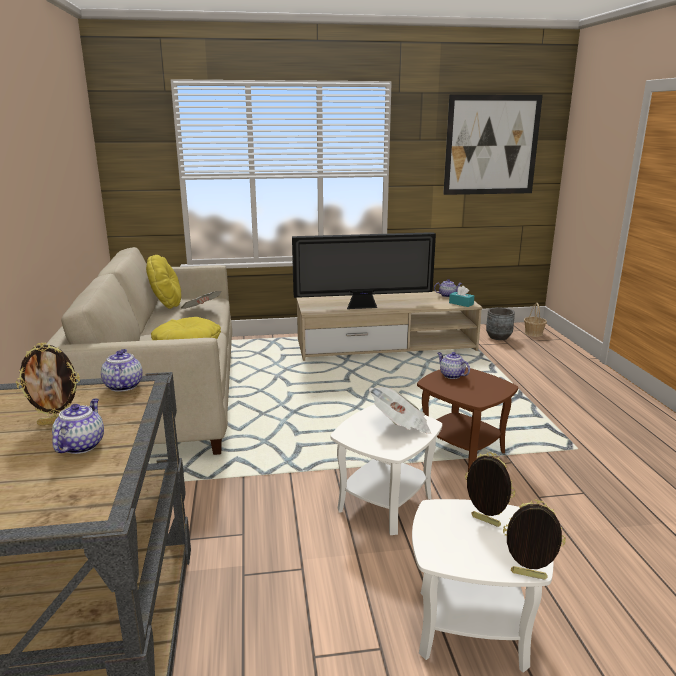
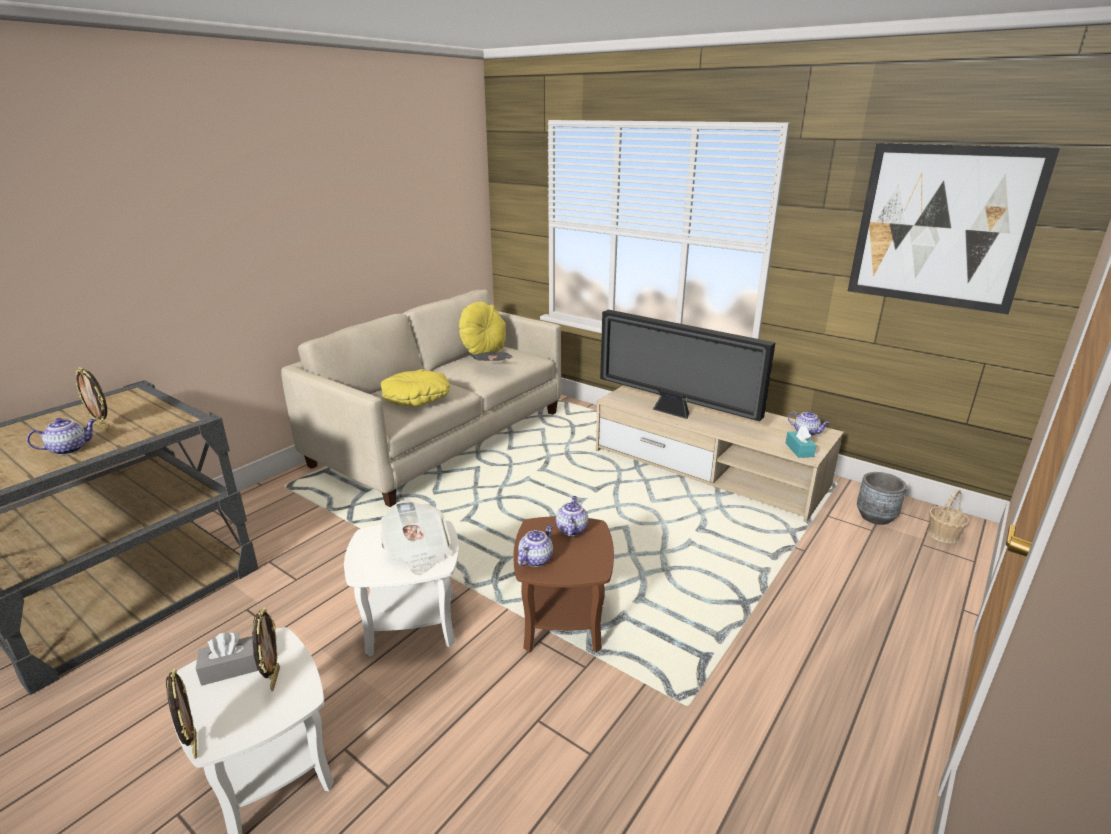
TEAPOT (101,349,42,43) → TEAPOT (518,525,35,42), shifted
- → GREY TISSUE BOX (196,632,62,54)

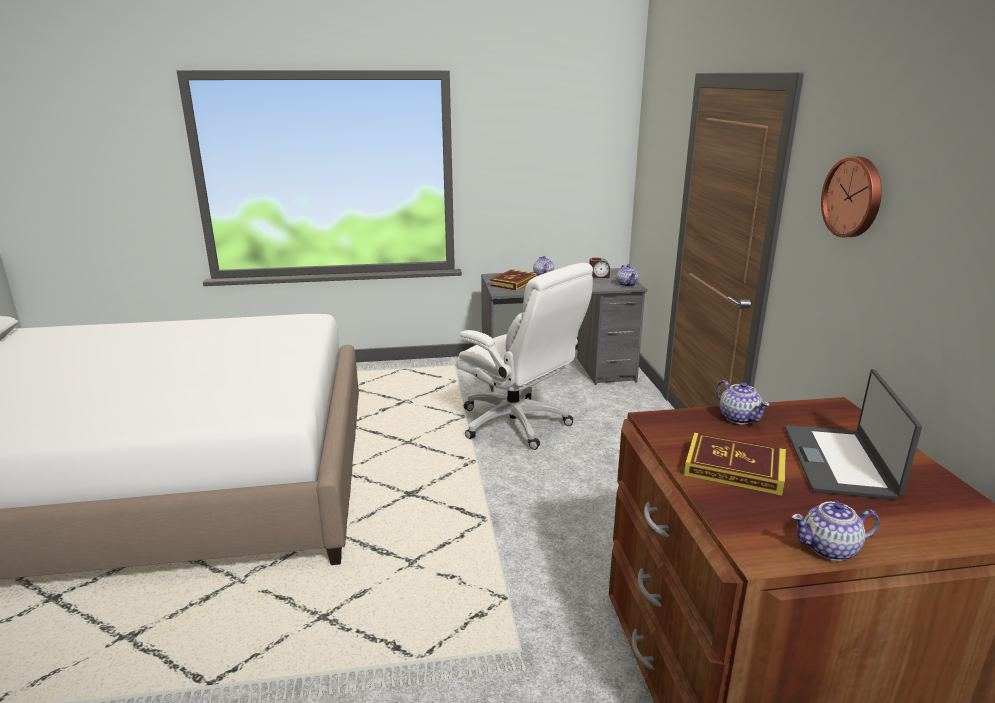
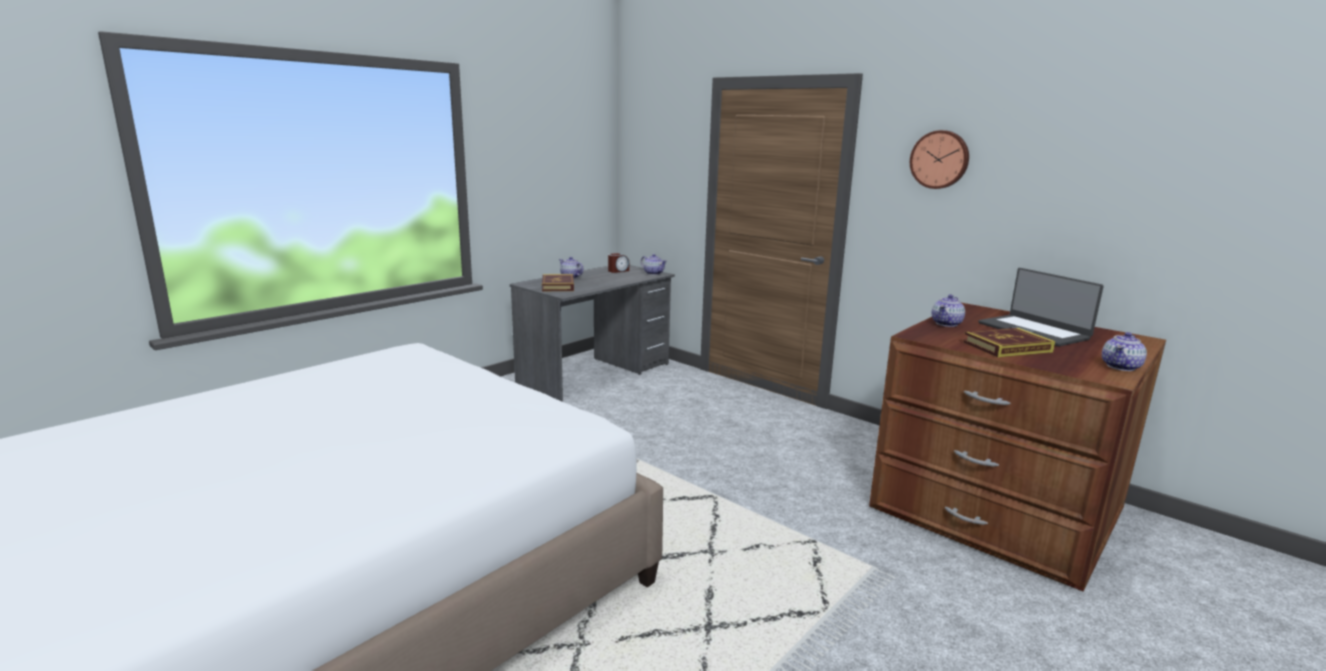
WHITE OFFICE CHAIR (456,263,137,187) → -
TEAPOT (716,380,54,45) → TEAPOT (932,294,33,33), 105 degrees clockwise

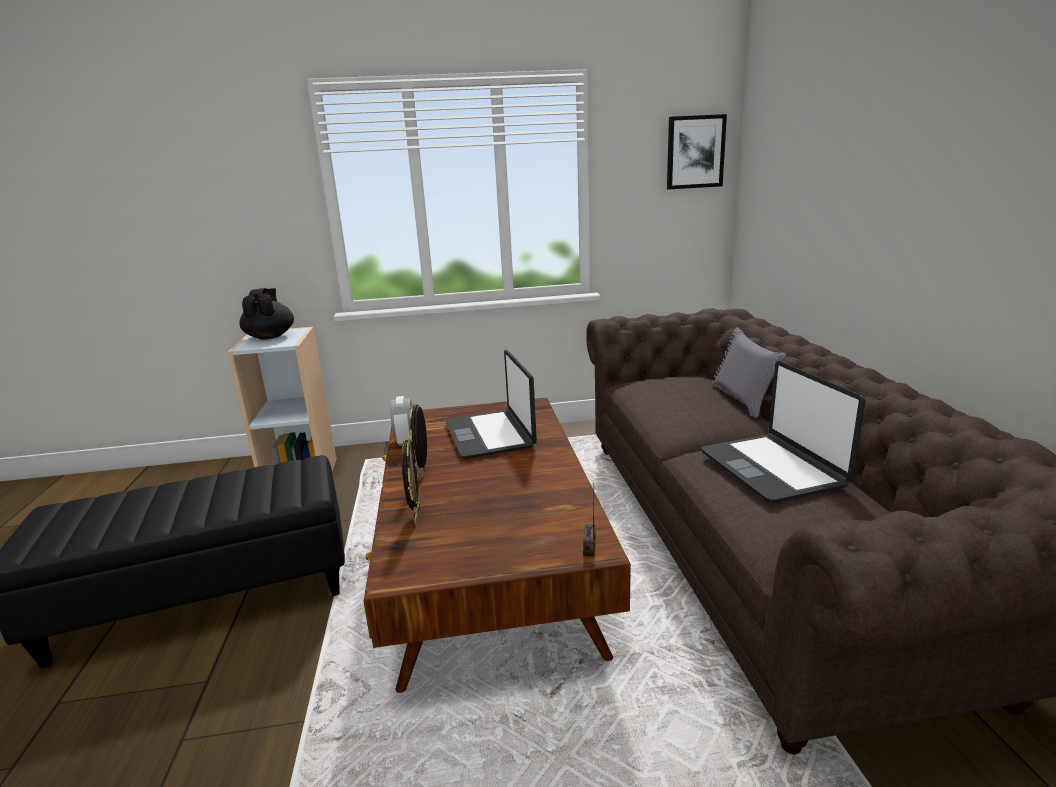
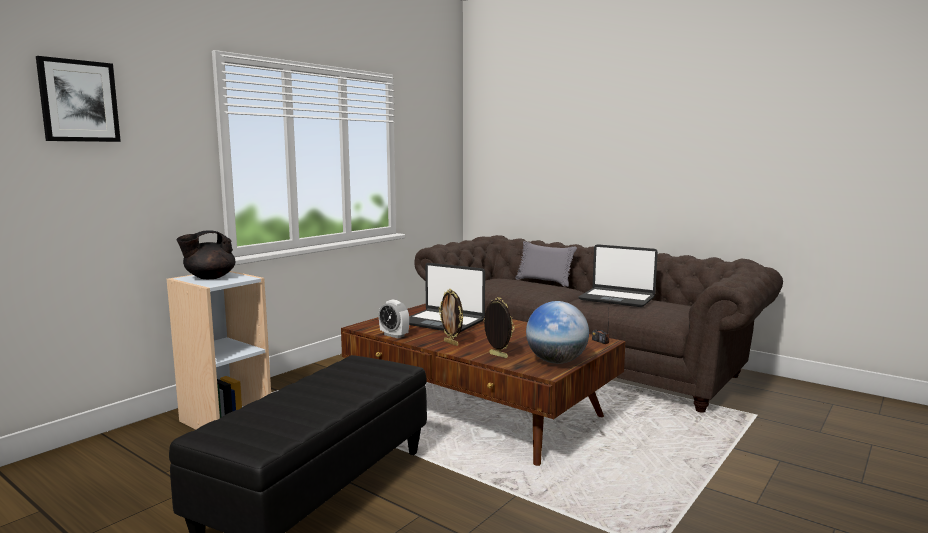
PICTURE (667,114,60,75) → PICTURE (36,56,85,86), shifted
BLACK TEAPOT (240,288,54,52) → BLACK TEAPOT (177,230,58,49), 75 degrees counterclockwise
- → GLOBE (526,301,63,63)

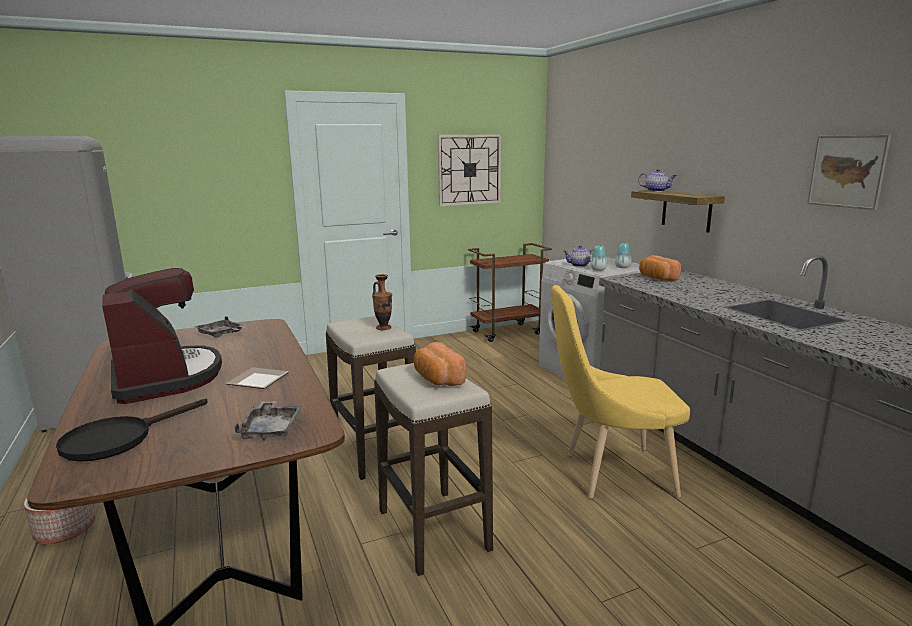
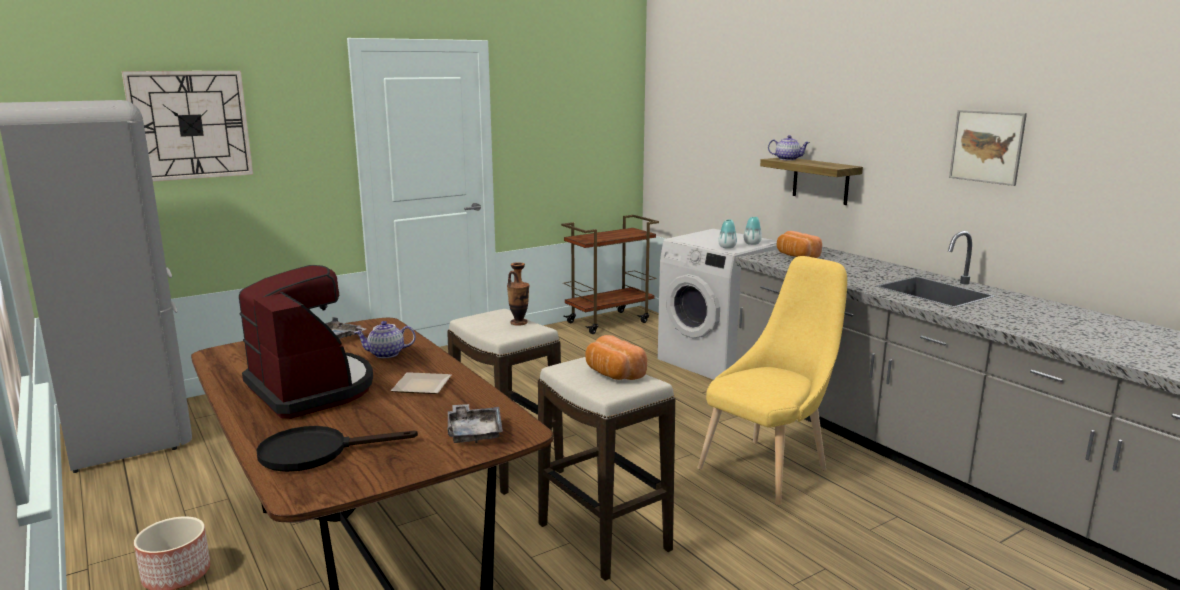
WALL CLOCK (438,135,63,71) → WALL CLOCK (122,71,131,111), shifted
TEAPOT (563,245,31,22) → TEAPOT (354,321,62,37), shifted
YELLOW CHAIR (551,285,139,213) → YELLOW CHAIR (697,256,150,249), 150 degrees clockwise
BLACK FRYING PAN (56,399,151,63) → BLACK FRYING PAN (256,426,162,46), 45 degrees clockwise

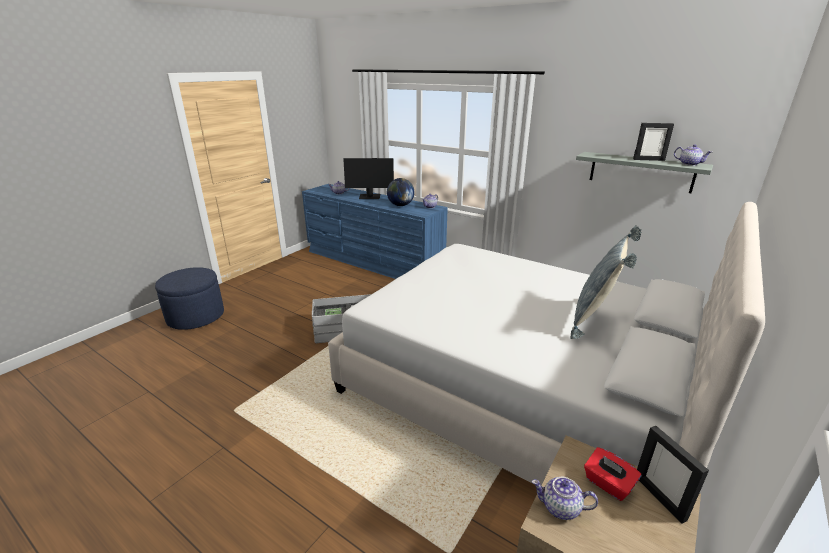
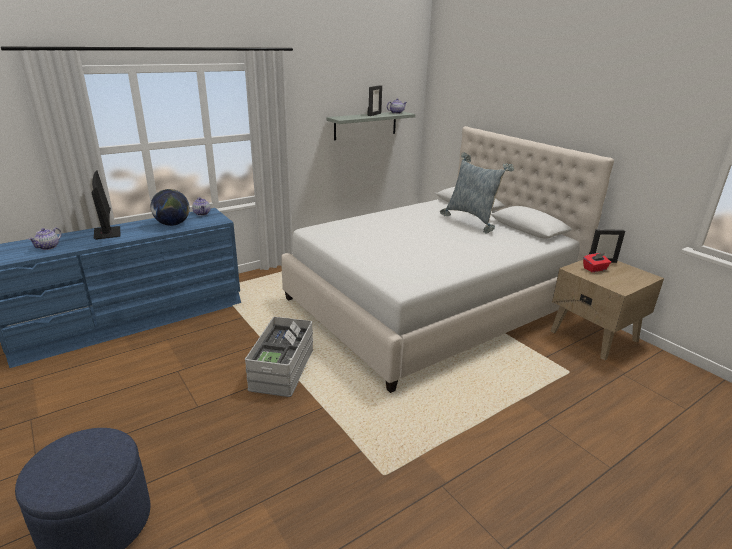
MONITOR (343,158,51,41) → MONITOR (92,170,29,70), 45 degrees counterclockwise
TEAPOT (532,477,66,43) → -

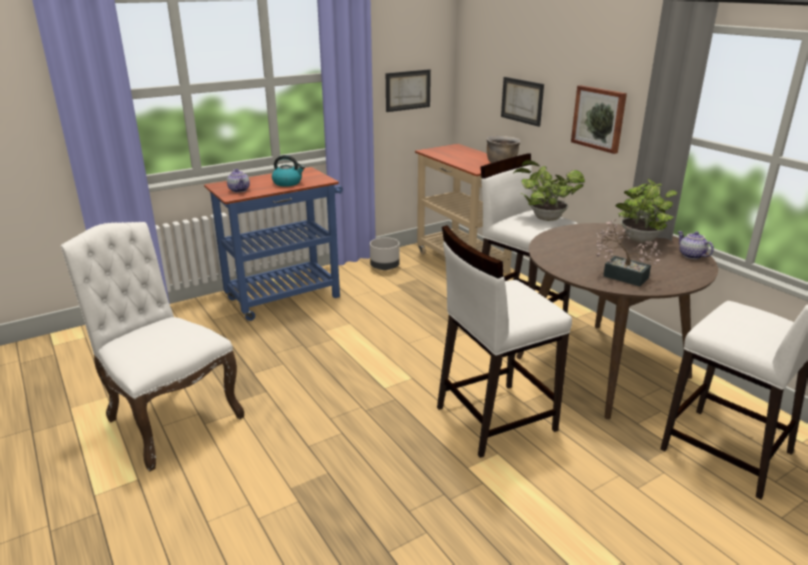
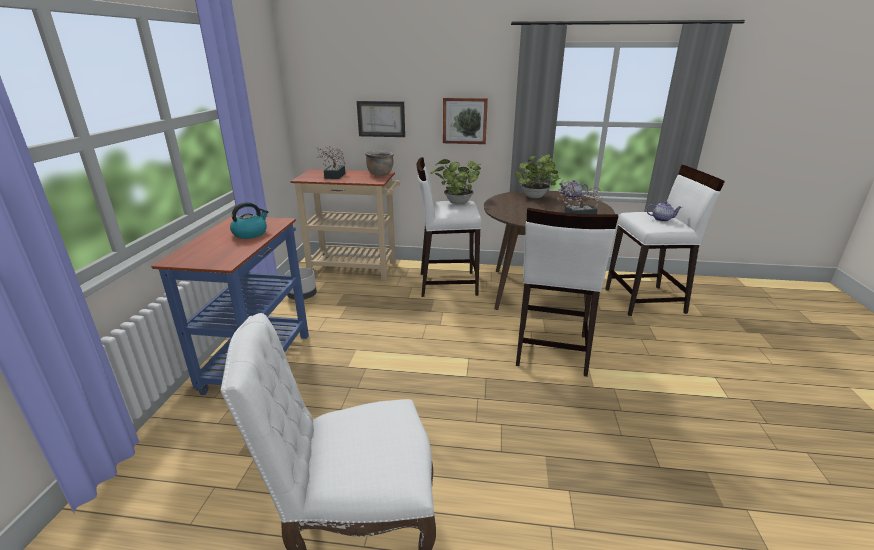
PICTURE (386,69,45,43) → -
TEAPOT (227,169,23,24) → TEAPOT (647,201,35,21), shifted
- → POTTED PLANT (317,146,29,33)

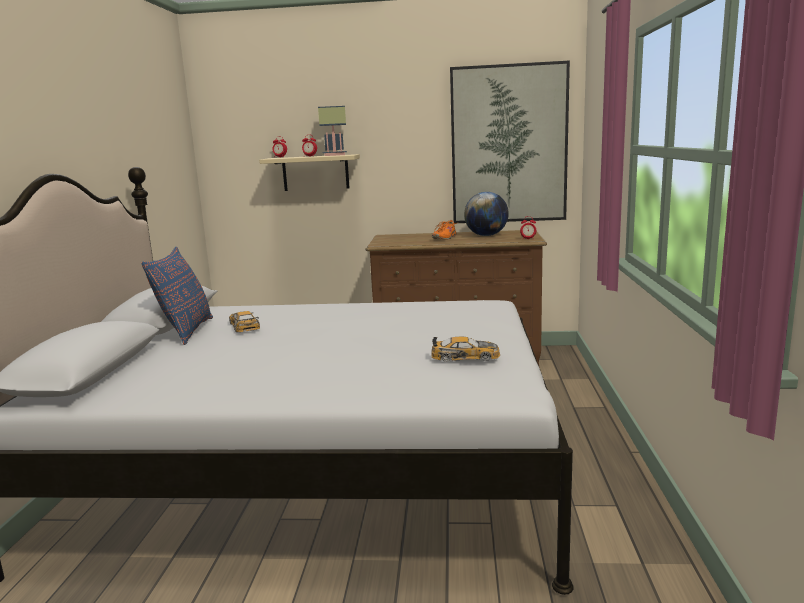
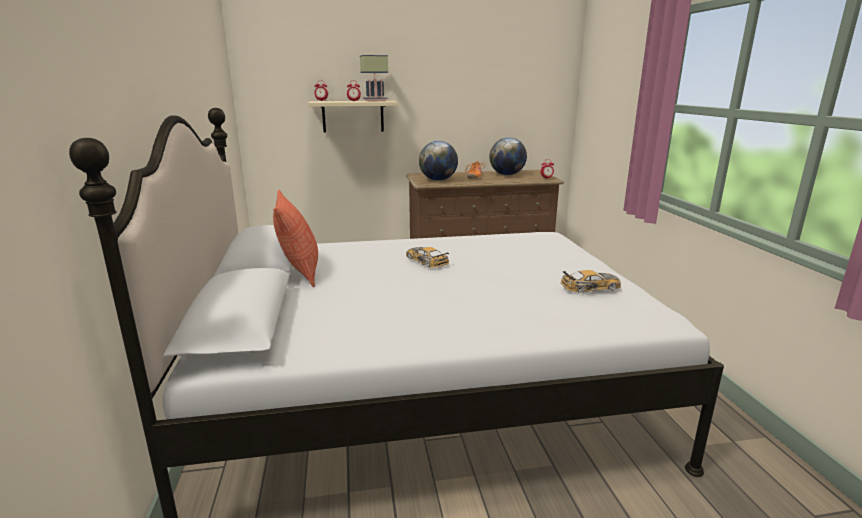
PICTURE (450,60,120,163) → -
BLUE PILLOW (141,247,72,98) → ORANGE PILLOW (273,190,45,97)
TOY CAR (229,311,31,21) → TOY CAR (406,247,43,21), shifted
- → GLOBE (419,141,39,40)

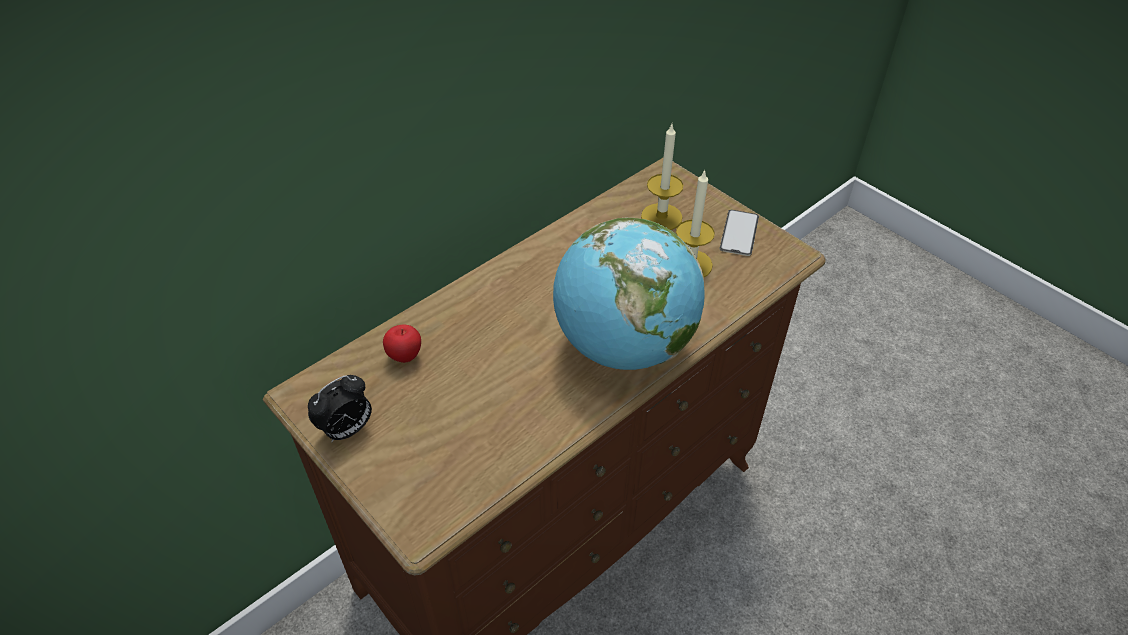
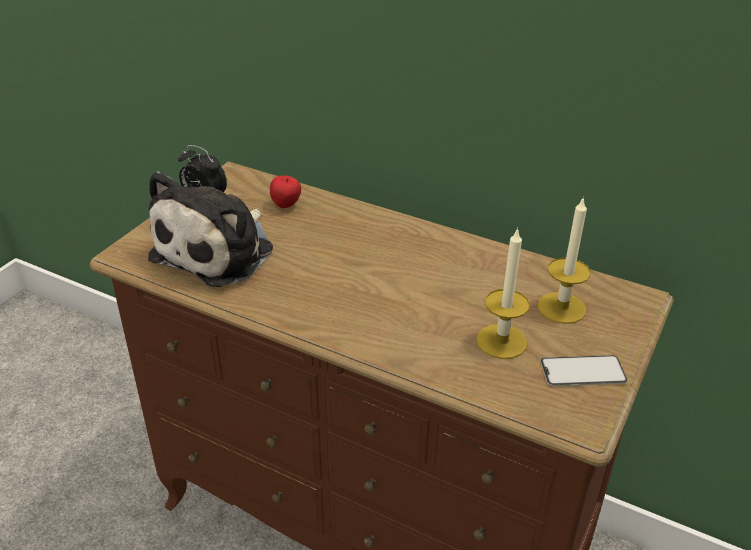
GLOBE (553,217,152,153) → -
- → PLUSH TOY (148,171,125,116)

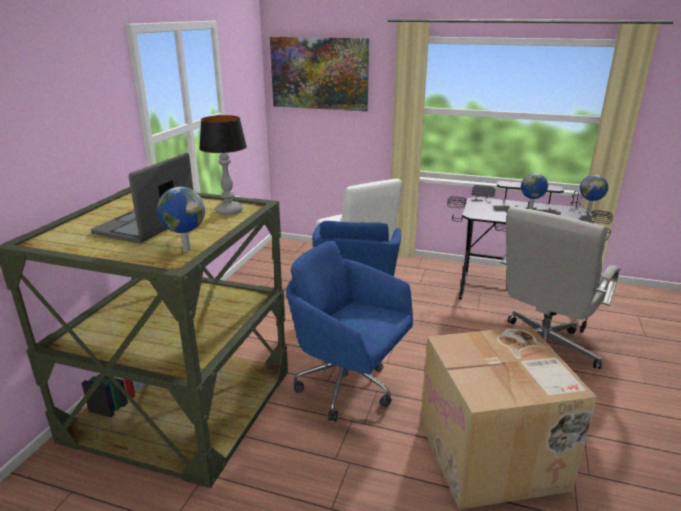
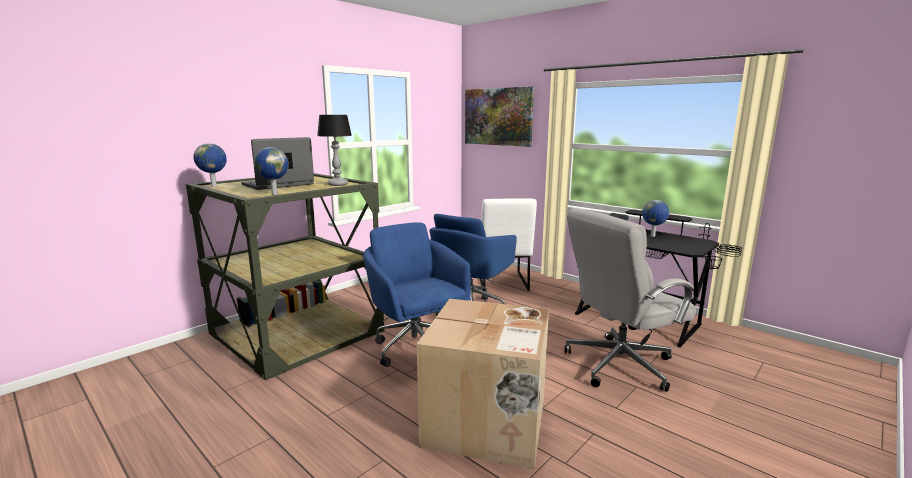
GLOBE (580,175,28,37) → GLOBE (194,143,33,44), shifted

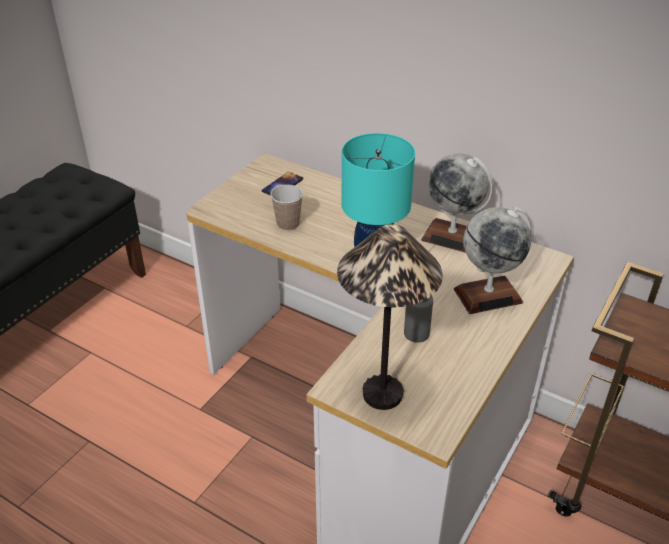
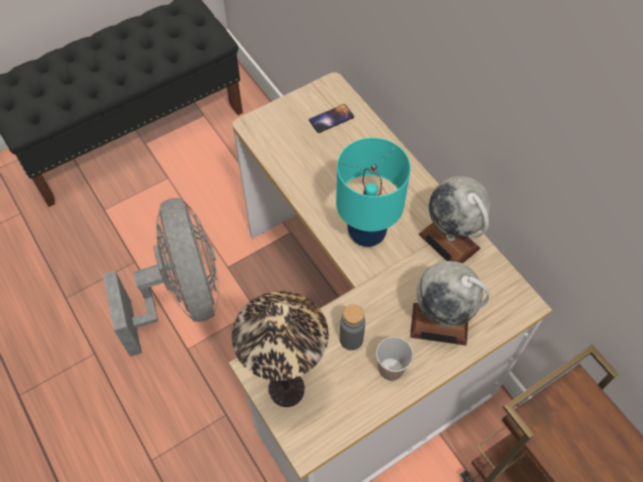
CUP (270,185,33,46) → CUP (376,337,38,44), shifted
- → GREY FAN (103,198,116,159)

